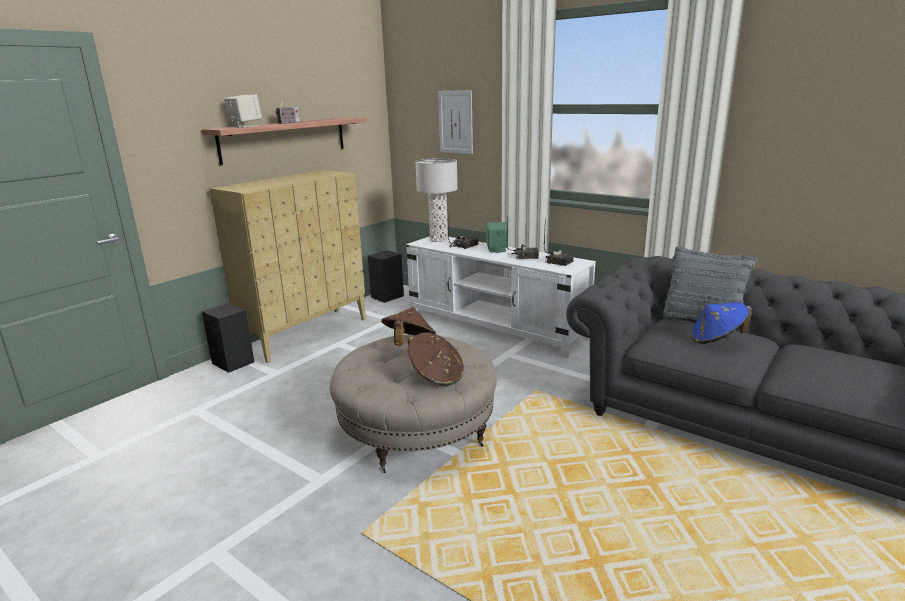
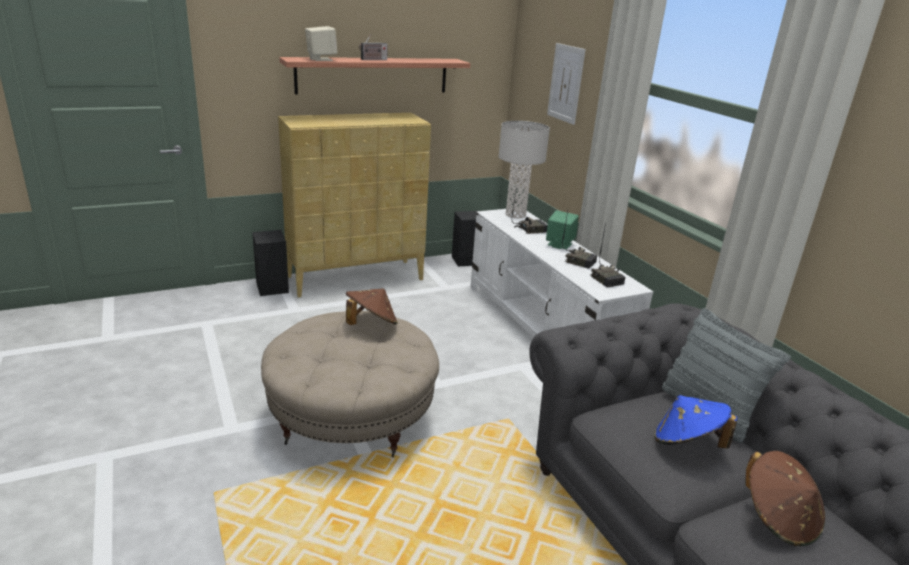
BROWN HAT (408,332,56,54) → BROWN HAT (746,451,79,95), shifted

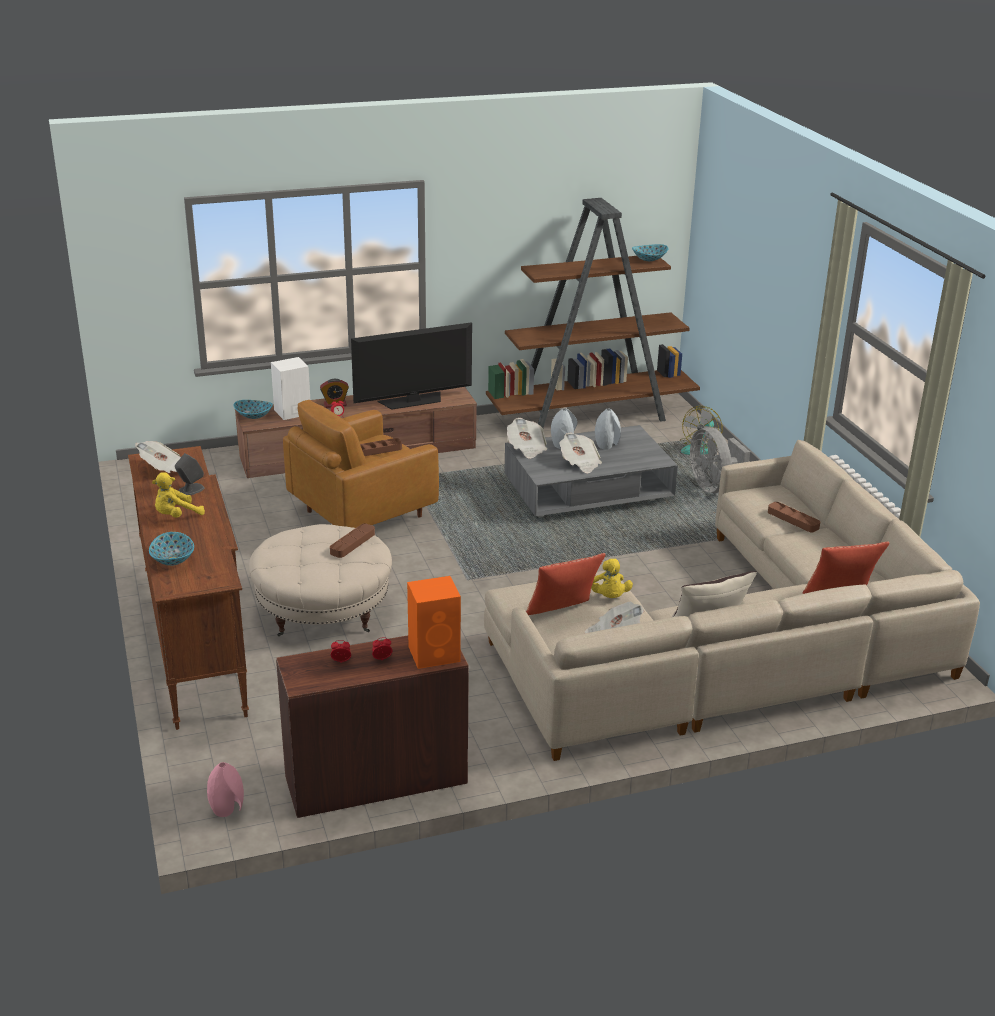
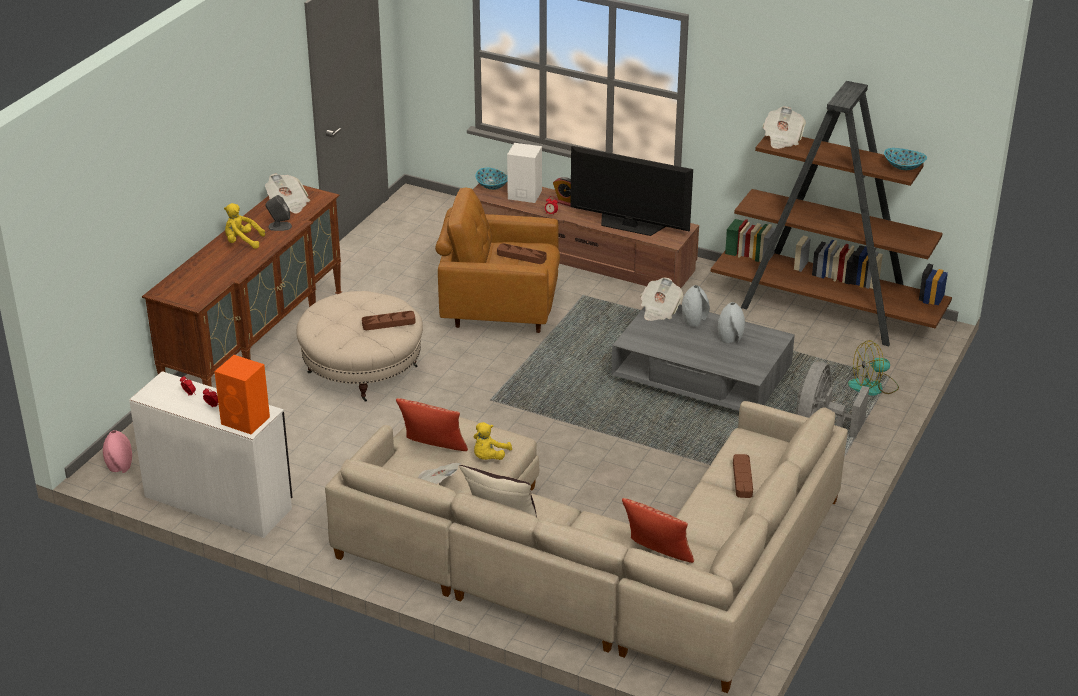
NEWSPAPER (559,433,43,40) → NEWSPAPER (763,106,43,43), shifted
BOWL (149,532,45,34) → -
BROWN DESK (276,635,193,183) → WHITE DESK (129,371,163,167)

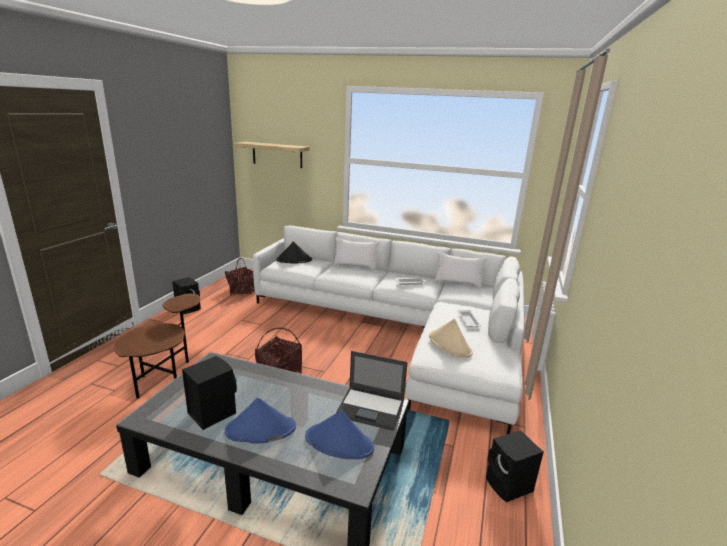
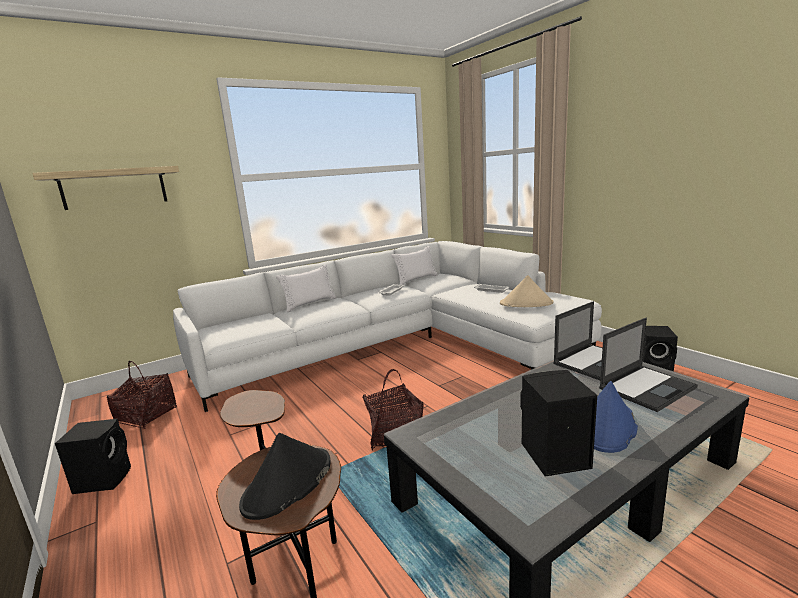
BLACK HAT (276,241,36,22) → BLACK HAT (239,433,92,87), shifted
BLUE HAT (305,410,69,49) → LAPTOP (599,318,99,94)

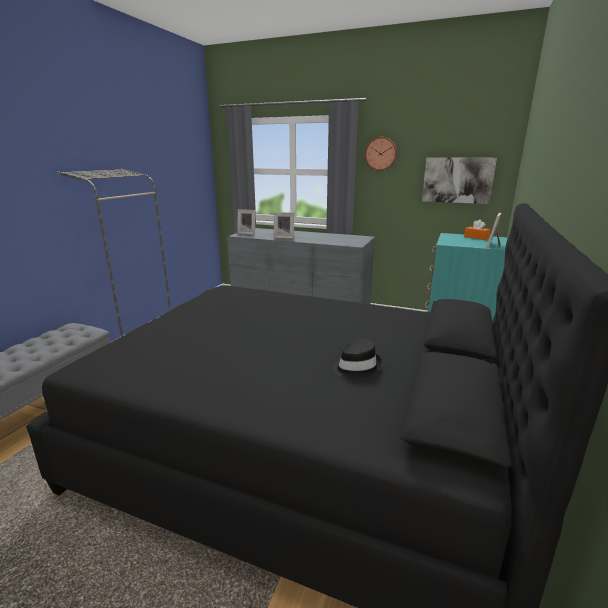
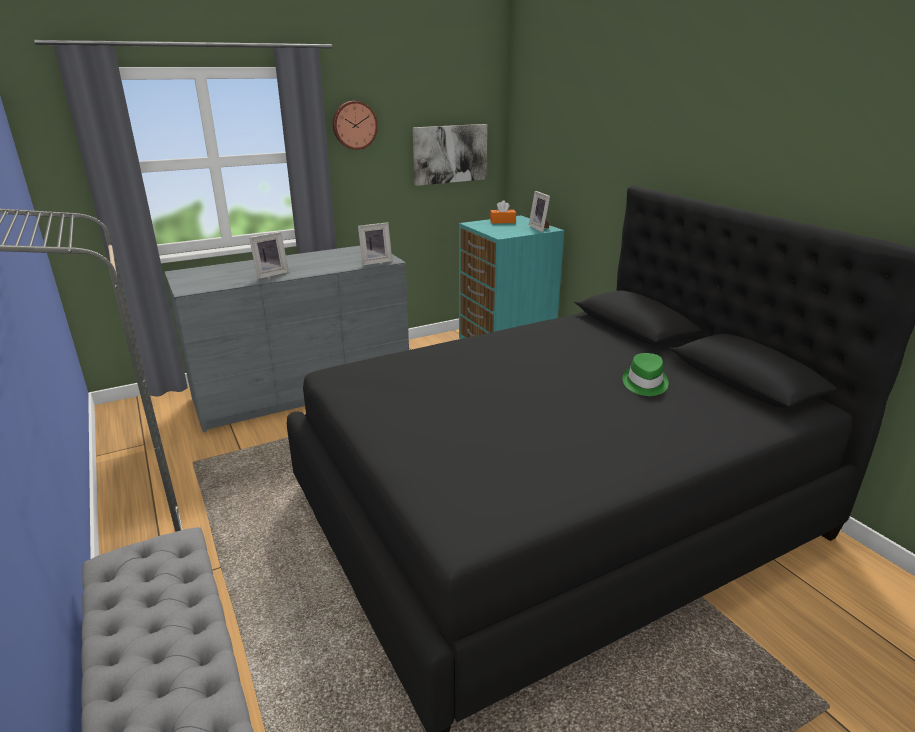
PICTURE FRAME (237,209,19,26) → PICTURE FRAME (358,222,34,43), shifted
BLACK HAT (333,339,49,39) → GREEN HAT (622,353,47,43)

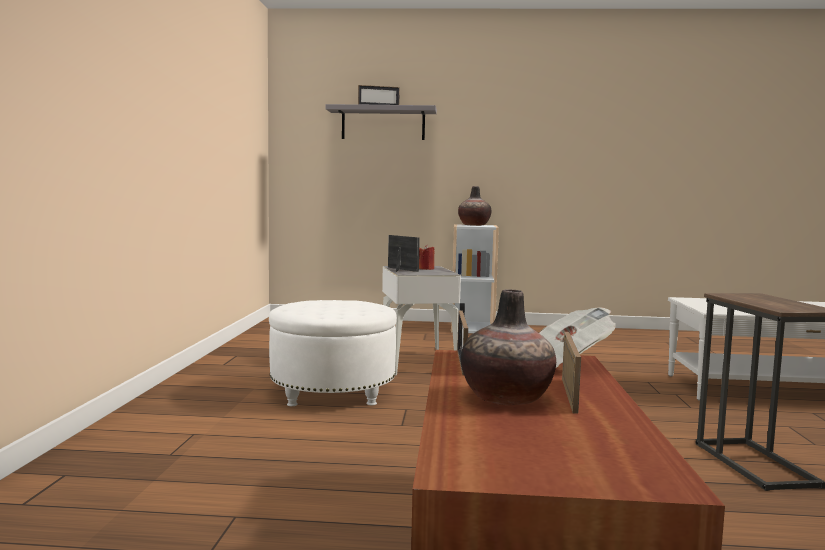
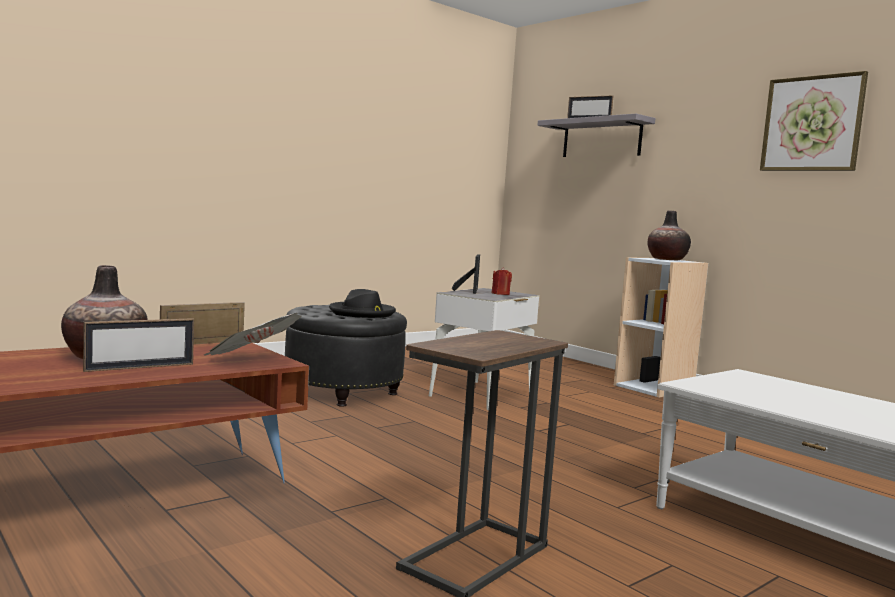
WHITE OTTOMAN (269,300,128,106) → BLACK OTTOMAN (285,305,122,102)
- → PICTURE (760,71,108,100)
- → BLACK HAT (329,289,67,29)

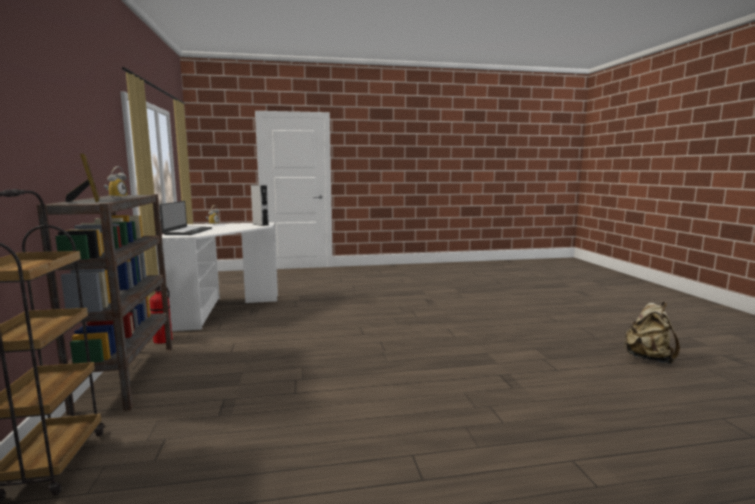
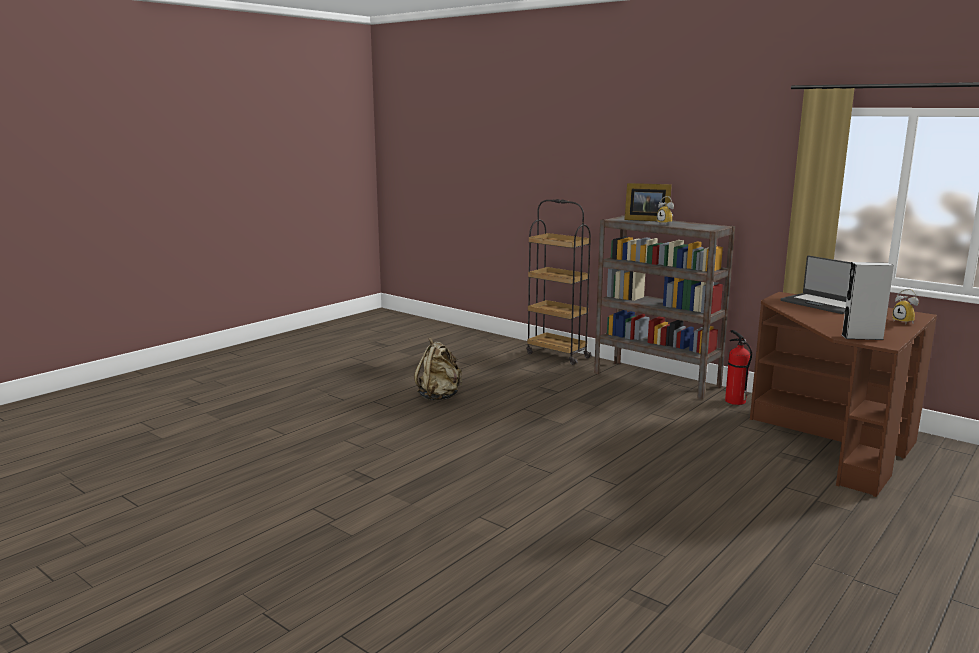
WHITE DESK (156,222,122,109) → BROWN DESK (750,292,187,205)
BEIGE BACKPACK (623,302,57,62) → BEIGE BACKPACK (414,337,48,63), shifted

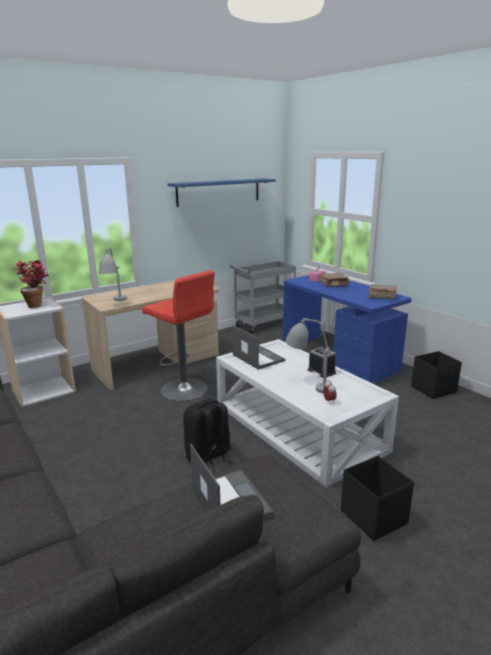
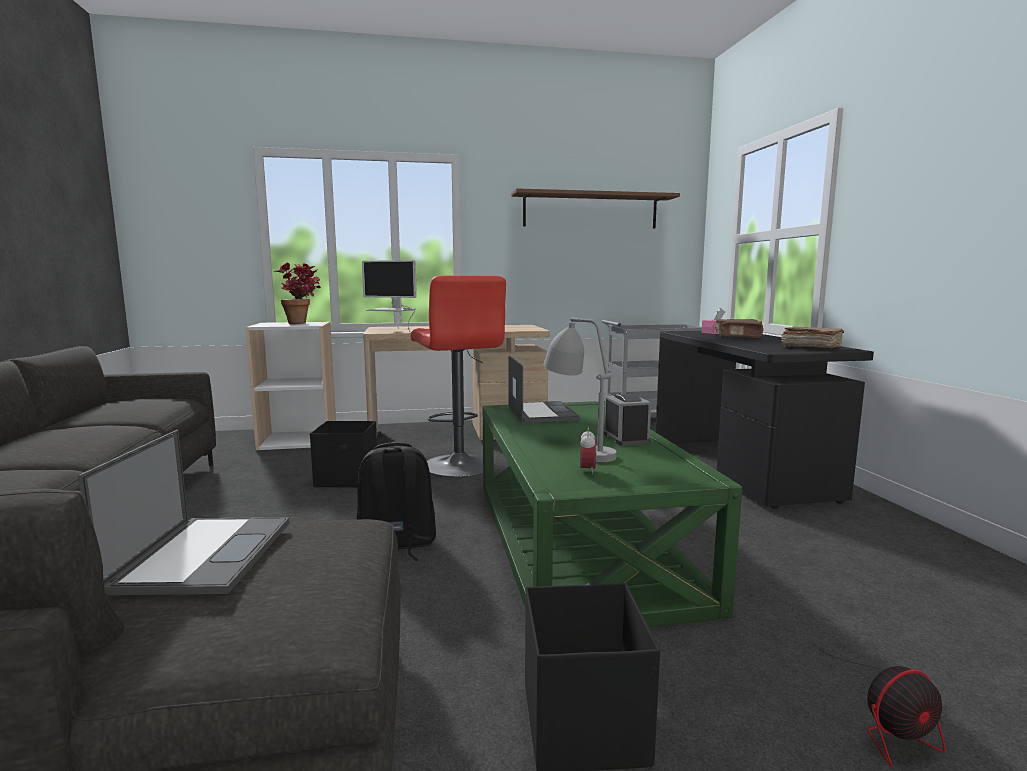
BLUE SHELF (168,178,108,29) → BROWN SHELF (511,188,169,41)
GREY TABLE LAMP (99,247,28,54) → MONITOR (362,260,55,72)
BLUE DESK (283,275,129,109) → BLACK DESK (655,331,219,178)
WHITE COFFEE TABLE (216,339,183,149) → GREEN COFFEE TABLE (483,401,259,226)
BLACK STORAGE BOX (411,351,51,48) → BLACK STORAGE BOX (310,421,67,66), shifted
- → FAN (811,642,136,125)

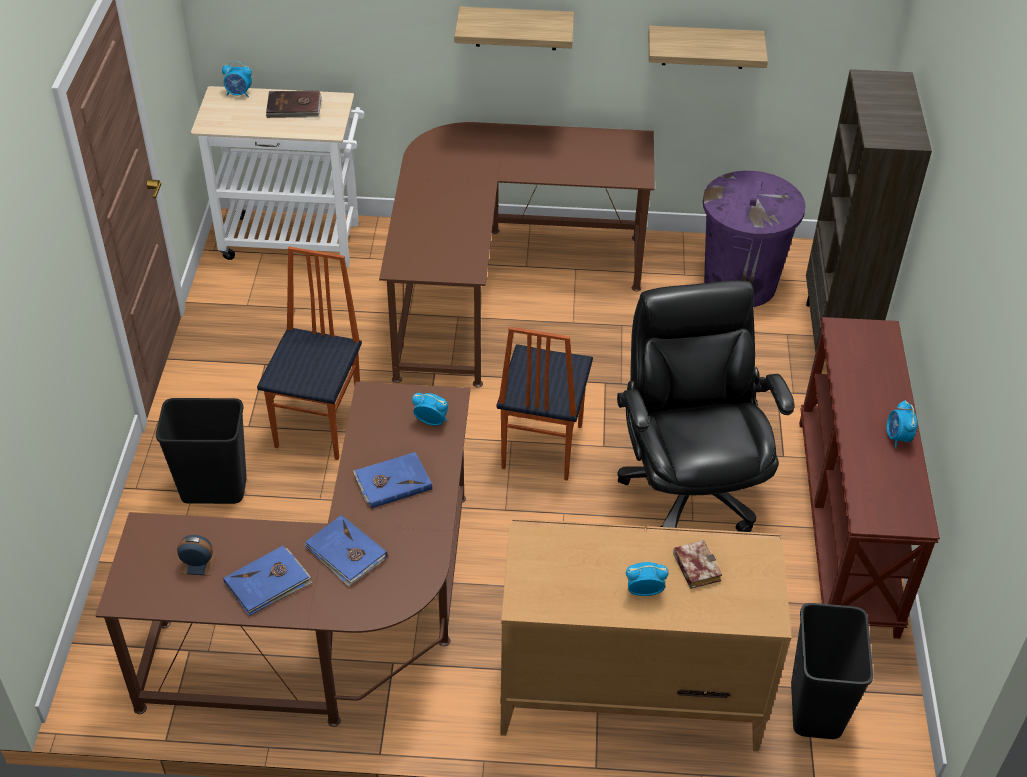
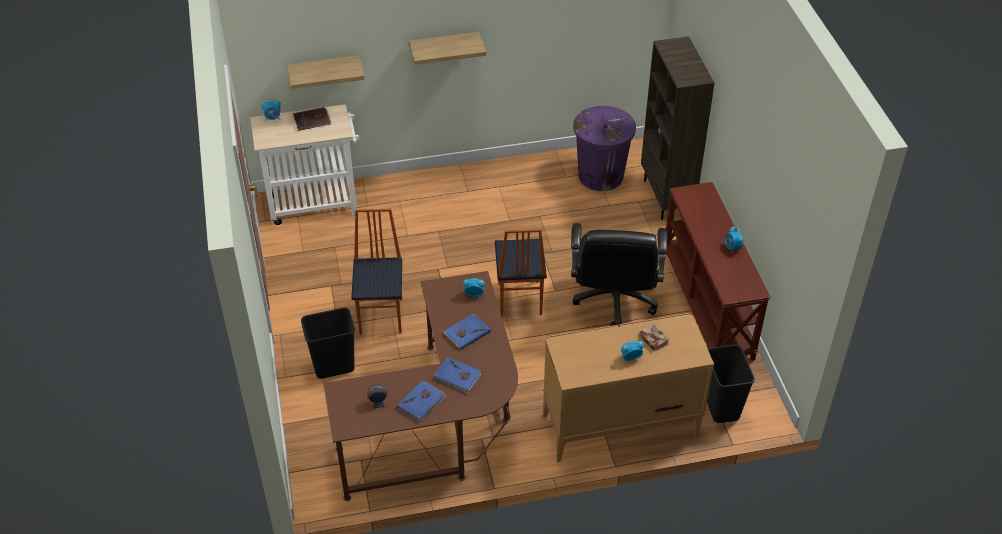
SHELF (649,26,119,43) → SHELF (287,55,77,34), shifted
BROWN DESK (379,122,275,266) → -
BLACK OFFICE CHAIR (617,280,178,252) → BLACK OFFICE CHAIR (571,223,97,103), 150 degrees counterclockwise

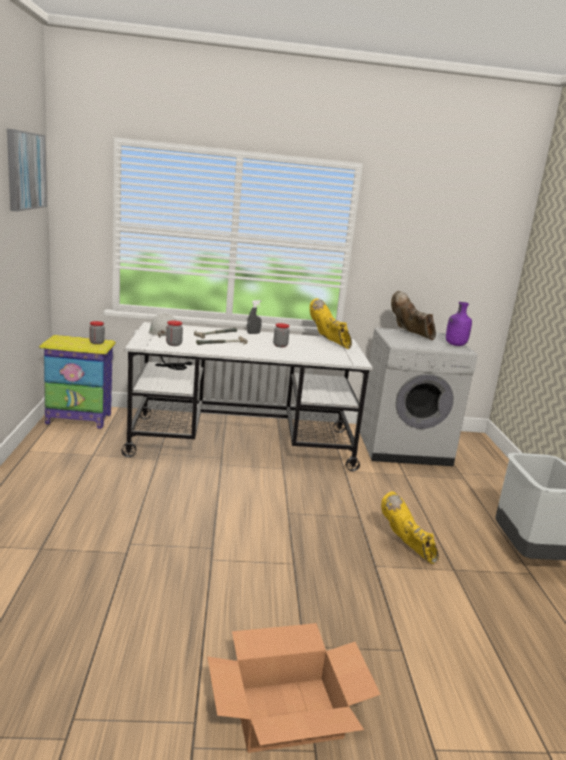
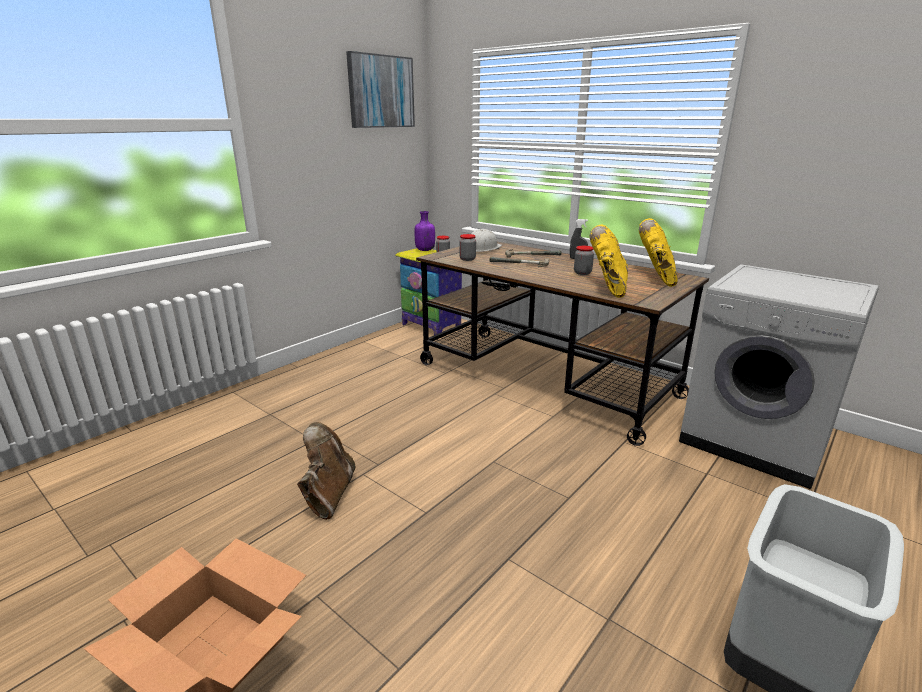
BROWN BOOT (391,291,45,49) → BROWN BOOT (297,422,58,98), shifted
PURPLE BOTTLE (446,302,26,44) → PURPLE BOTTLE (414,211,21,40), shifted
WHITE DESK (121,322,252,150) → BROWN DESK (416,242,293,204)
YELLOW BOOT (381,491,58,73) → YELLOW BOOT (590,225,38,73), shifted

